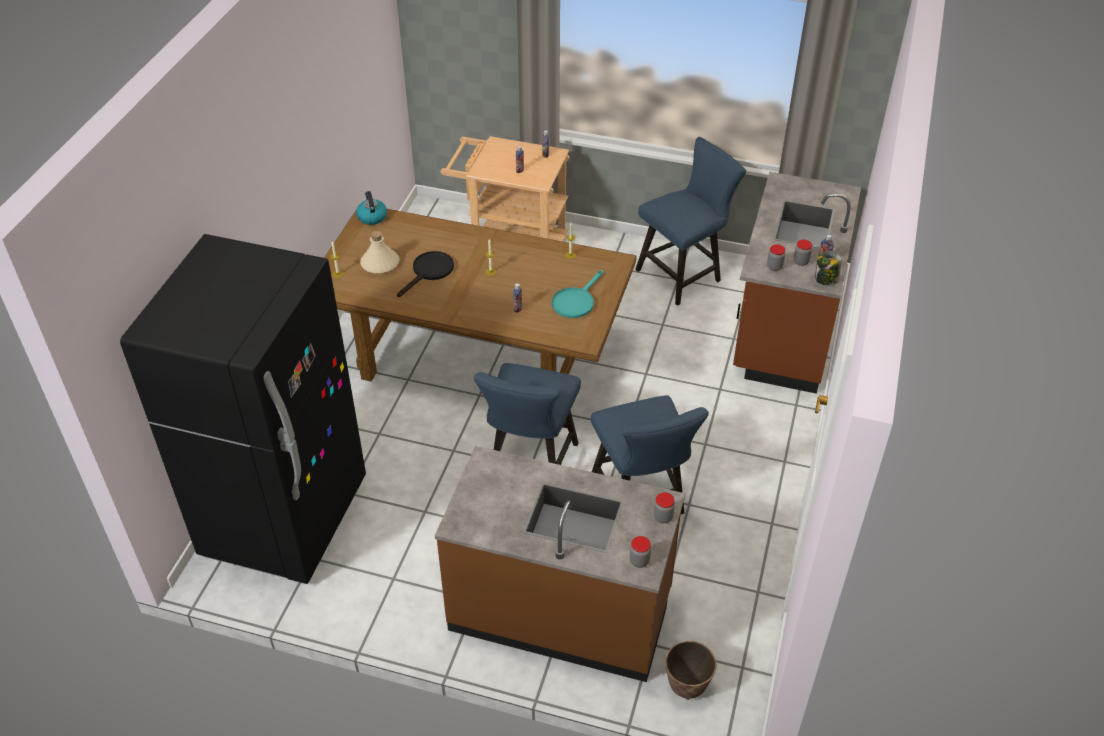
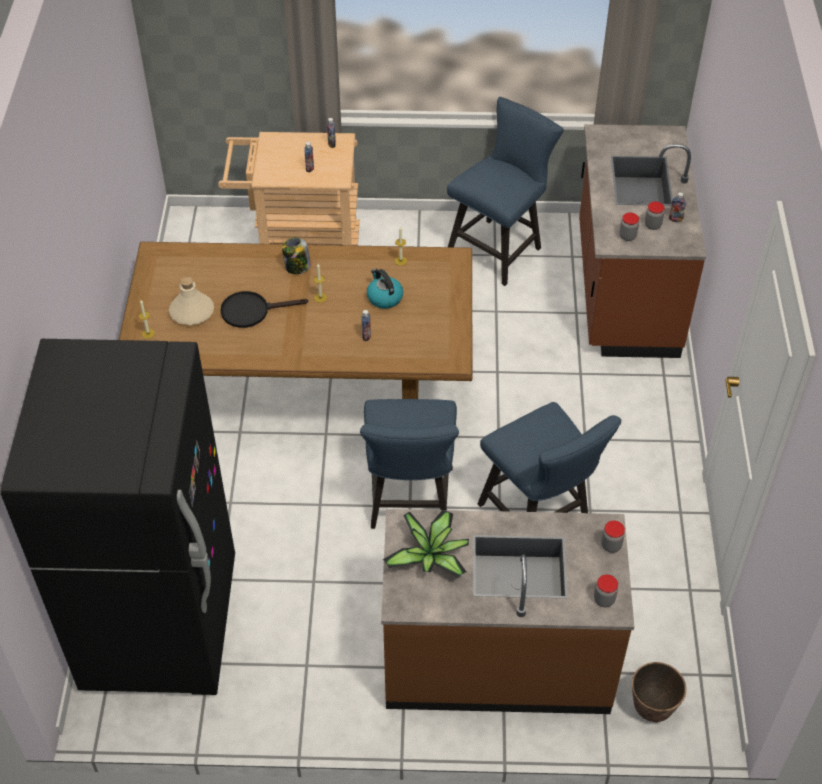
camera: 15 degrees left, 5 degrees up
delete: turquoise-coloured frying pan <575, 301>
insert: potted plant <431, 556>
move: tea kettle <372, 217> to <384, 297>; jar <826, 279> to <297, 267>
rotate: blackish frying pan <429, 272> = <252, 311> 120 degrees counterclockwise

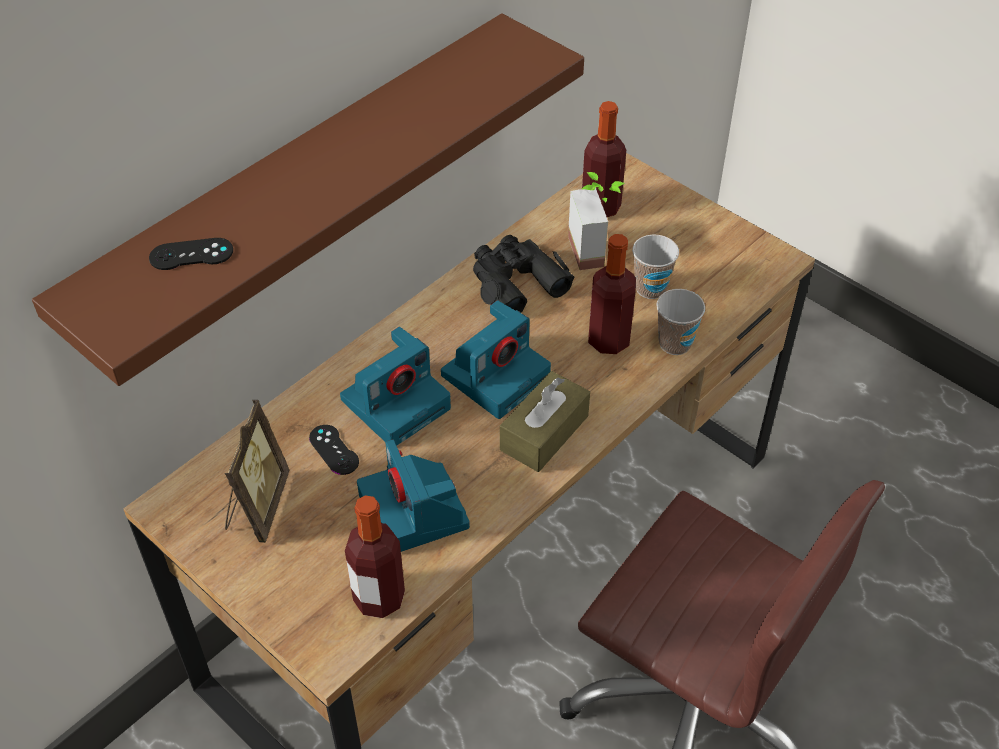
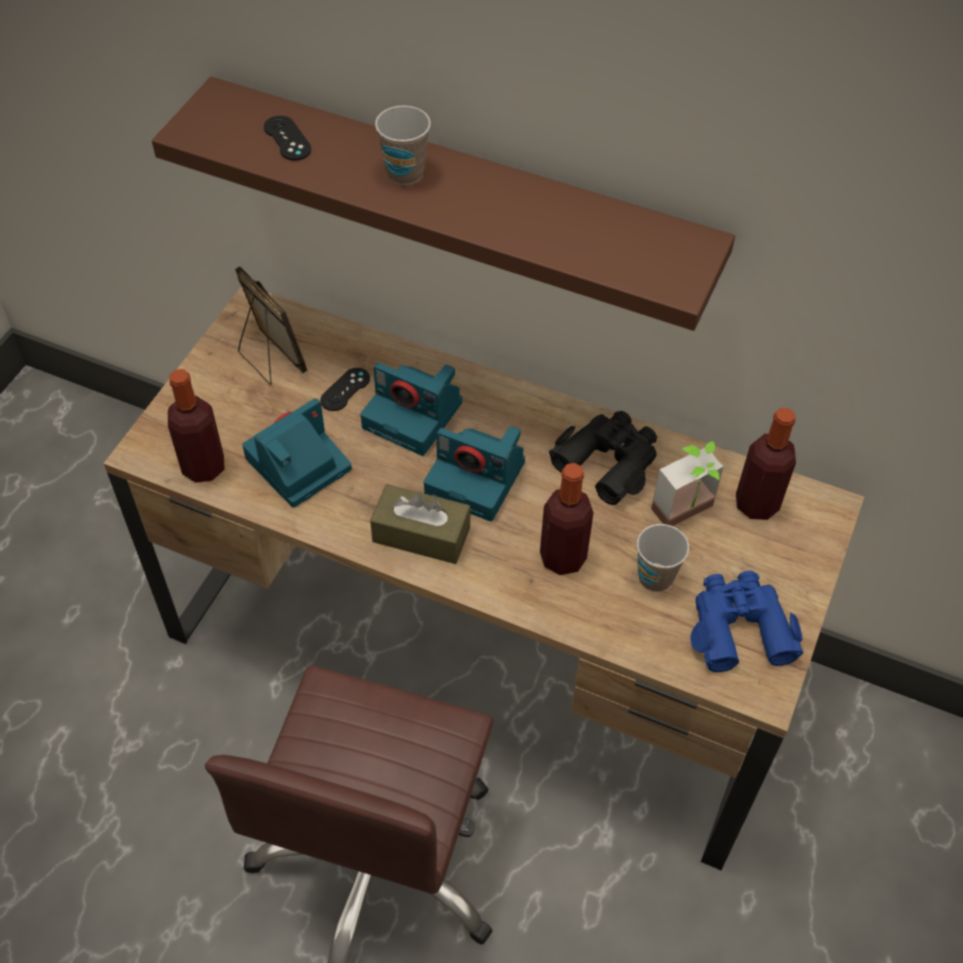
camera: 70 degrees right, 5 degrees up
insert: blue-coloured binoculars <739, 627>
move: drinking cup <675, 343> to <405, 173>
rotate: picture frame <257, 506> = <270, 360> 120 degrees counterclockwise

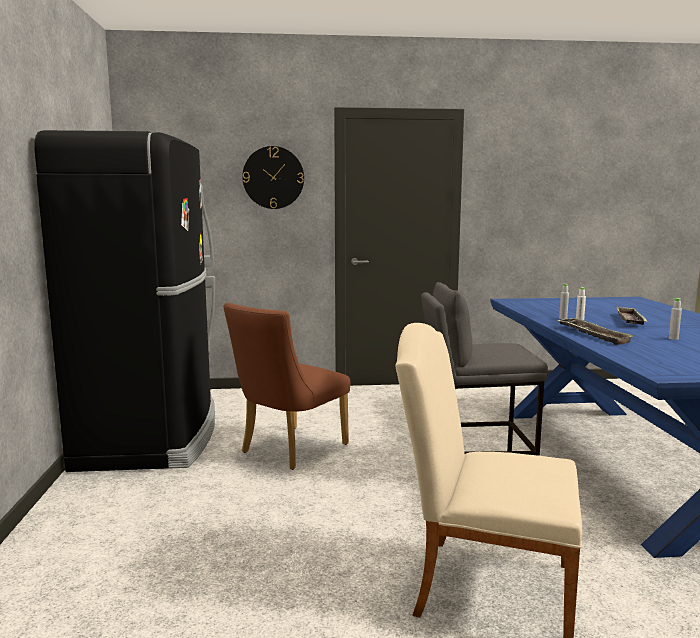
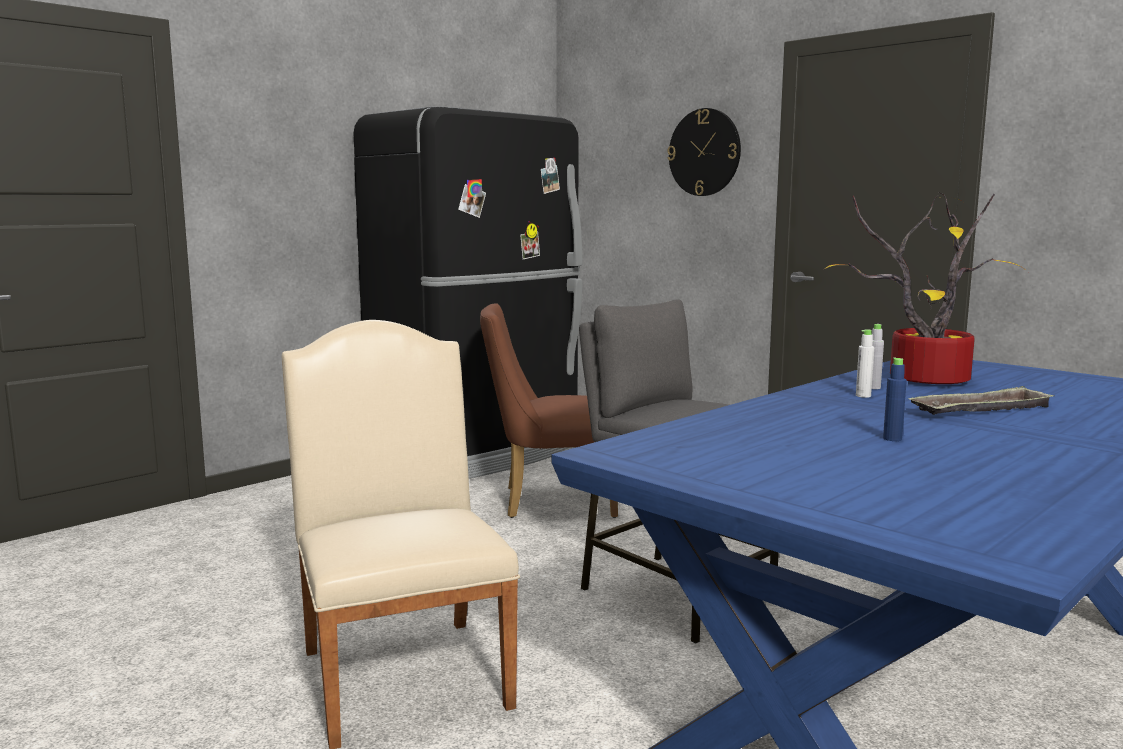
camera: 50 degrees right, 0 degrees up
delete: tray <592, 335>
insert: potted plant <929, 379>
recolor: grey beverage bottle <673, 338> to blue-coloured beverage bottle <892, 439>

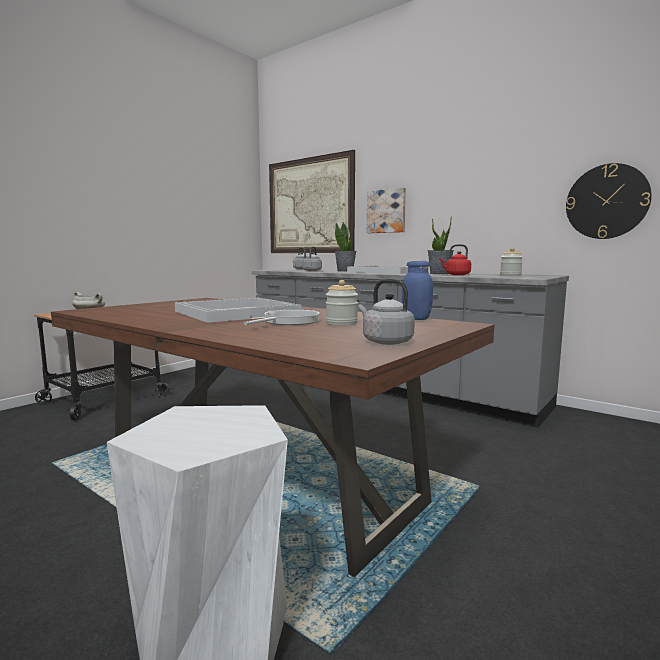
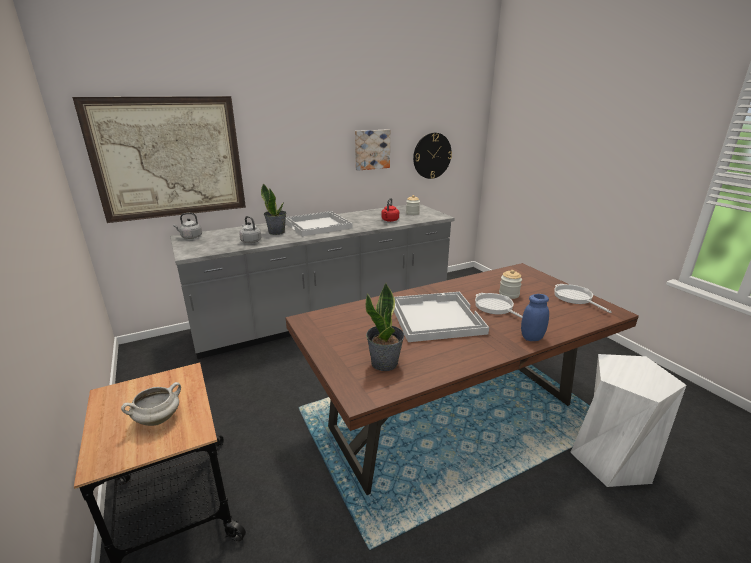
camera: 65 degrees left, 15 degrees up
move: wall art <386, 211> to <371, 149>; blue-coloured jar <416, 319> to <532, 337>; potted plant <439, 273> to <385, 363>
replace: grey tea kettle <385, 342> to frying pan <574, 298>

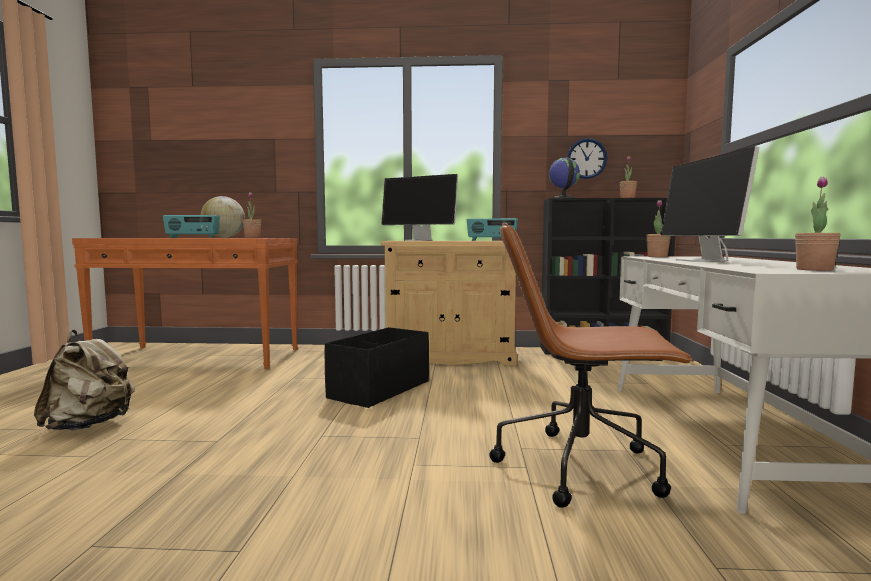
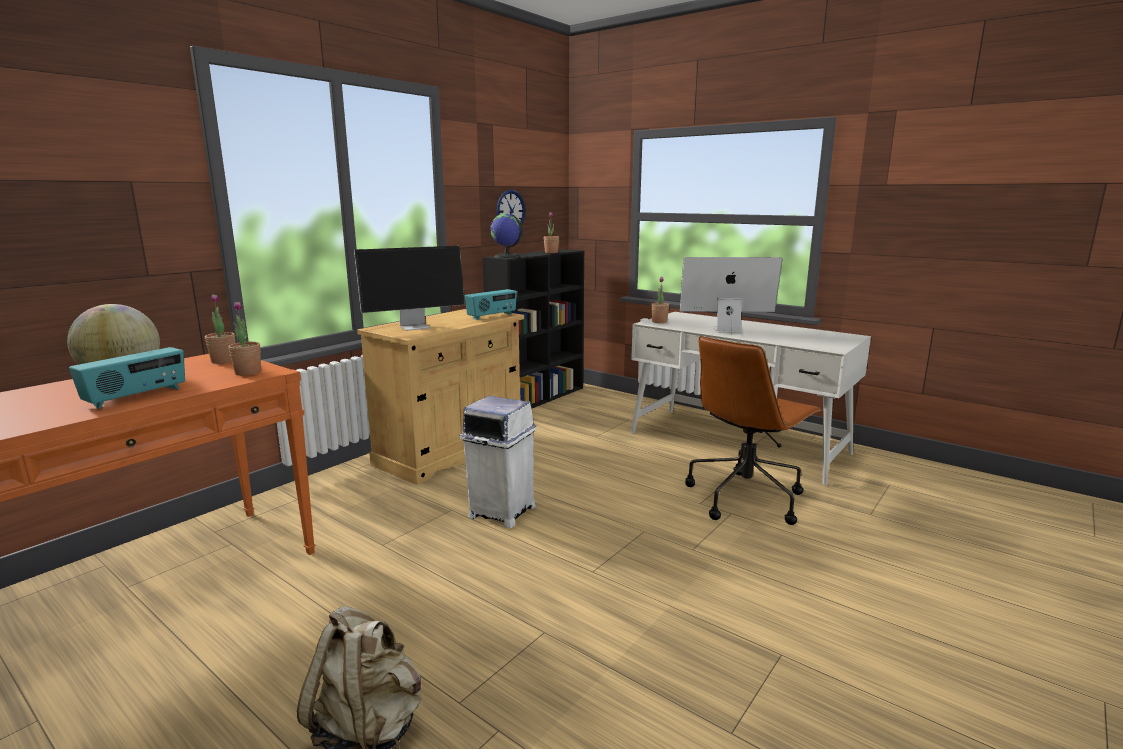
camera: 55 degrees left, 10 degrees up
move: potted plant <814, 269> to <223, 361>
replace: blackish storage container <379, 389> to white waste bin <501, 511>
rotate: computer display <702, 261> = <725, 330> 150 degrees clockwise

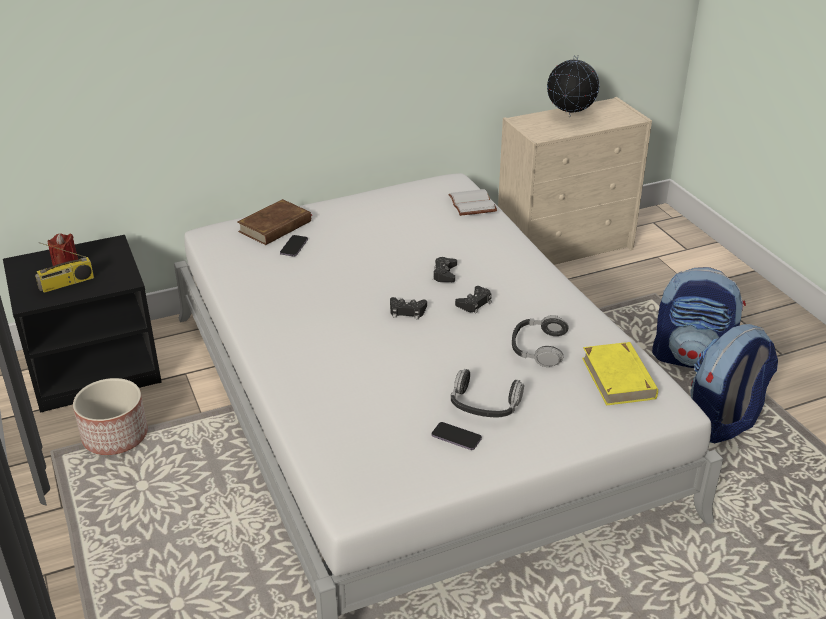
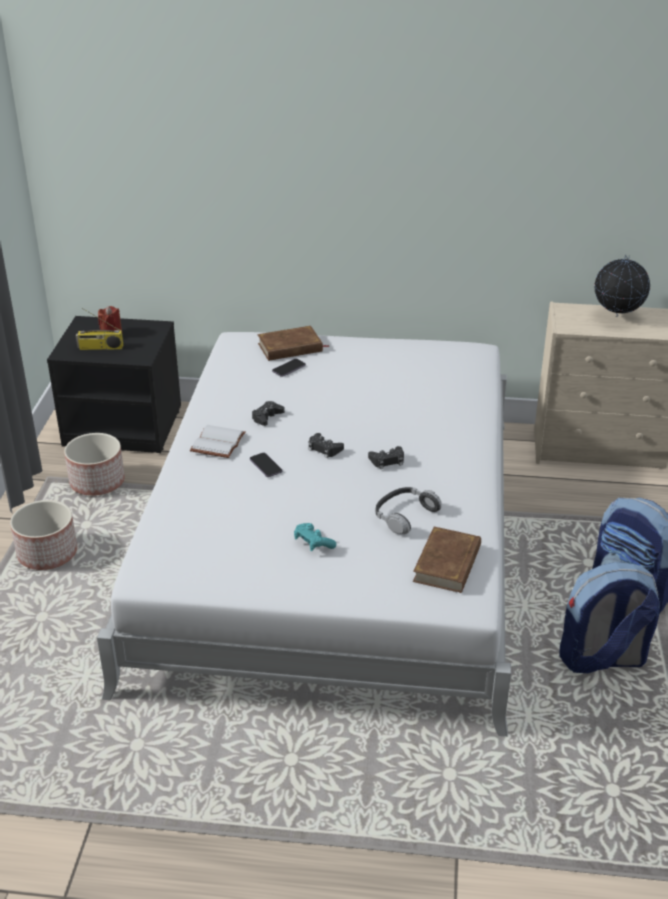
camera: 30 degrees right, 0 degrees up
insert: flower pot <47, 553>
move: phone <456, 437> to <265, 466>; blackish game controller <444, 274> to <267, 417>; white bound book <474, 204> to <219, 443>
replace: pair of headphones <484, 404> to turquoise-coloured game controller <313, 543>
recolor: yellow bound book <618, 378> to brown bound book <448, 564>

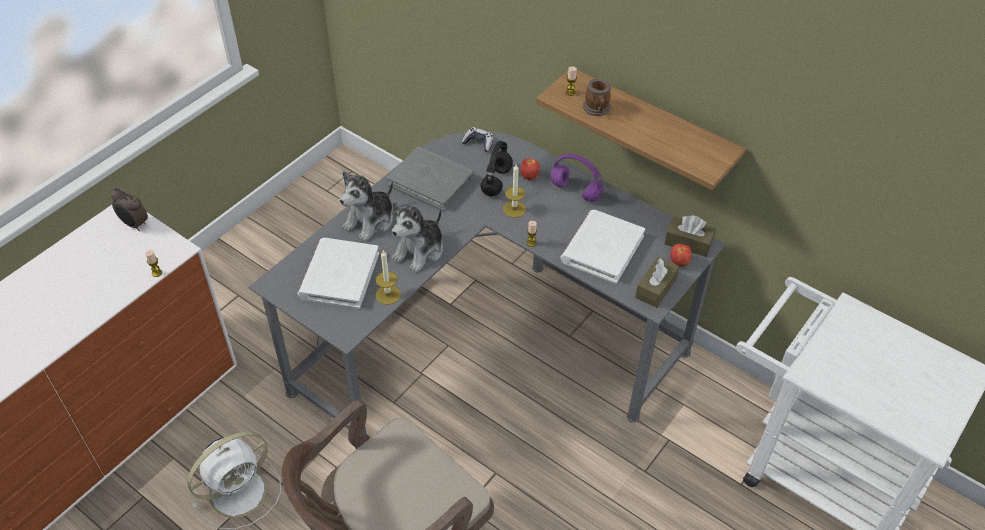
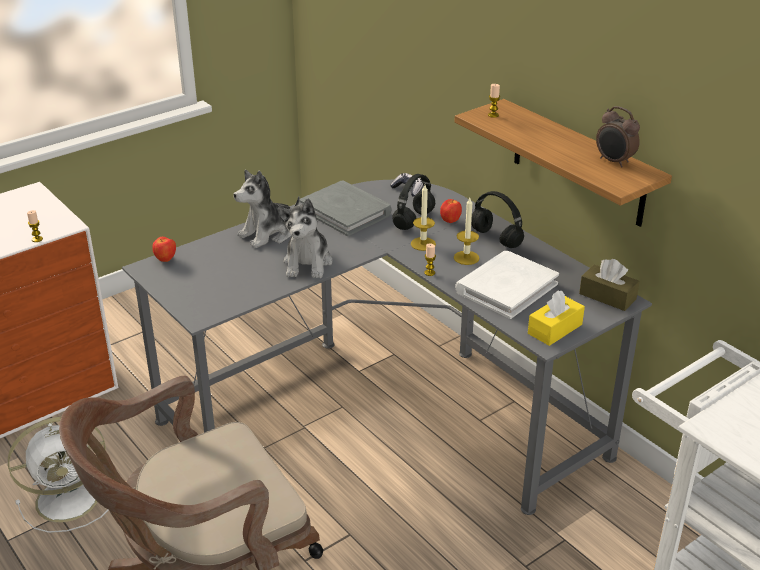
camera: 15 degrees right, 15 degrees down
delete: white bound book <339, 276>; coffee mug <597, 109>
move: table clock <134, 224> to <614, 162>; candle <388, 295> to <466, 258>; apple fruit <679, 263> to <166, 260>
recolor: purplish pair of headphones <574, 191> to blackish pair of headphones <494, 238>; brown tissue holder <656, 288> to yellow tissue holder <555, 329>
rotate: plush toy <420, 251> = <308, 263> 45 degrees counterclockwise

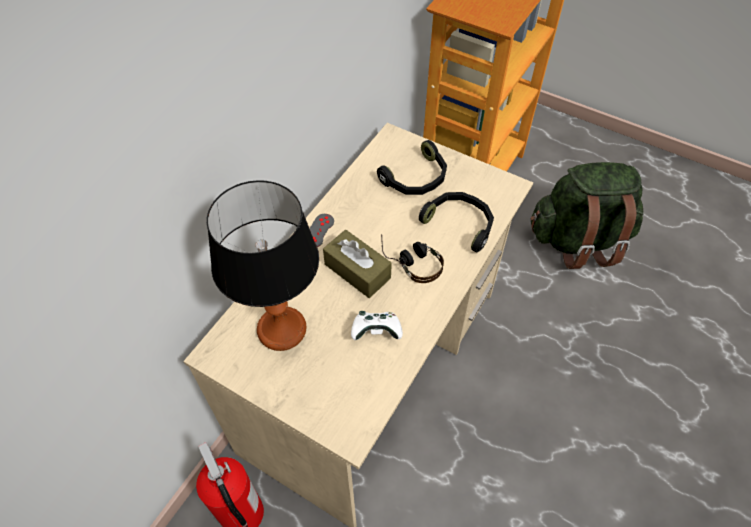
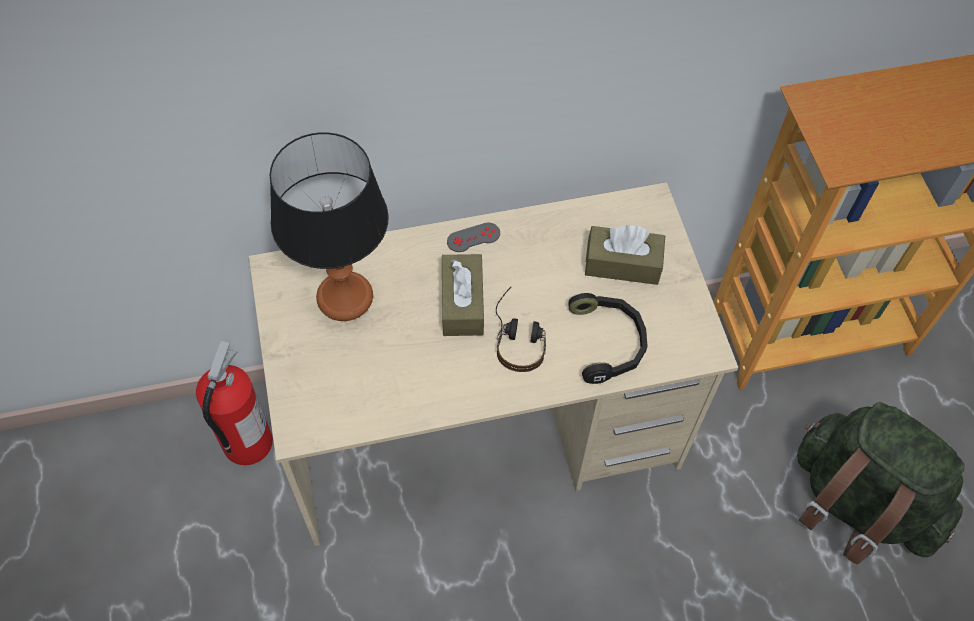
camera: 45 degrees right, 5 degrees up
delete: white game controller <376, 332>
replace: blackish pair of headphones <416, 179> to brown tissue holder <622, 264>

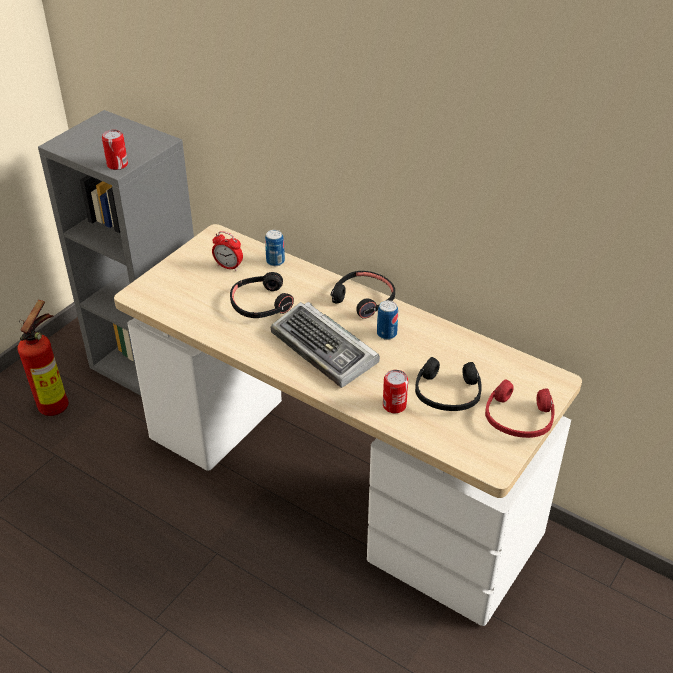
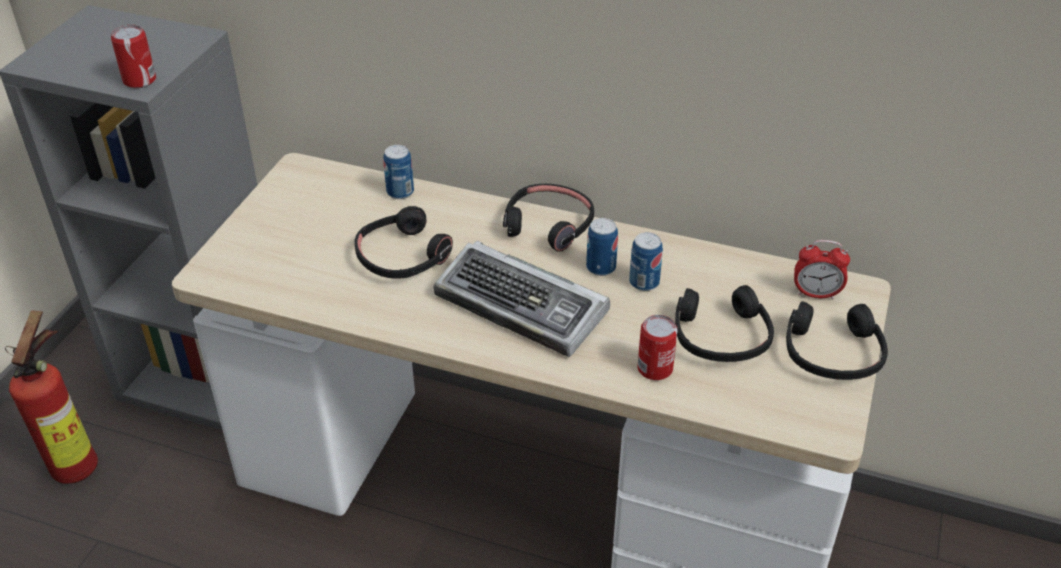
camera: 15 degrees left, 0 degrees up
insert: metal can <644, 282>
move: table clock <228, 266> to <816, 294>
recolor: reddish pair of headphones <518, 418> to blackish pair of headphones <832, 353>

